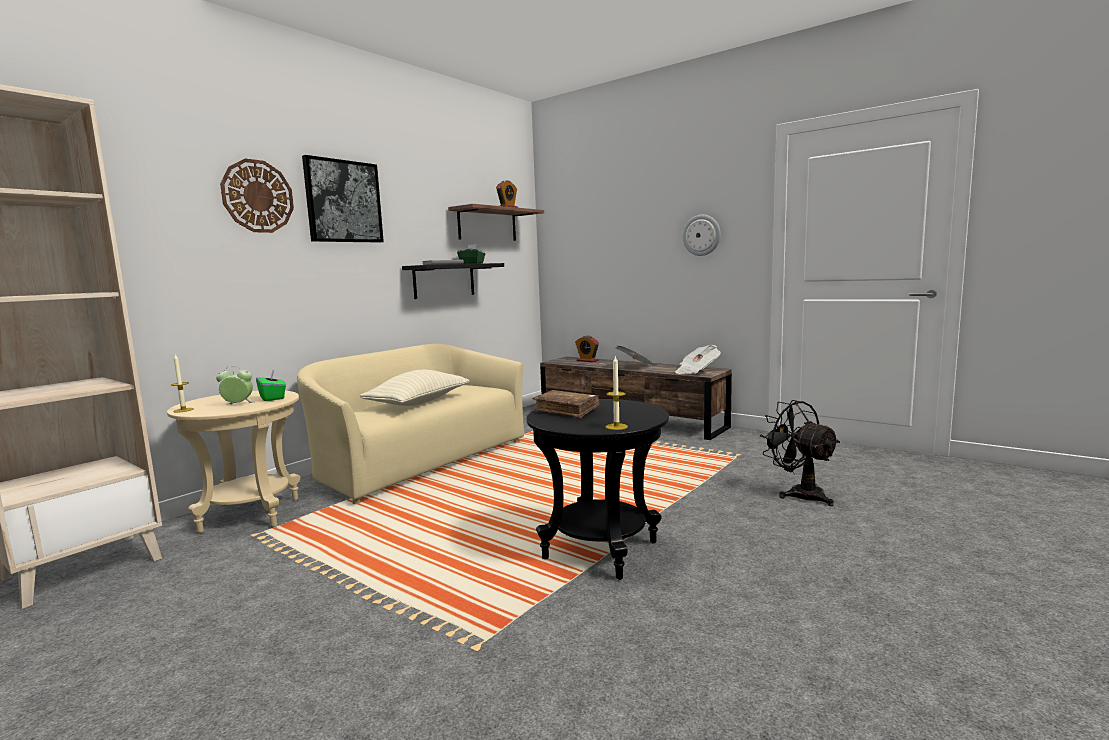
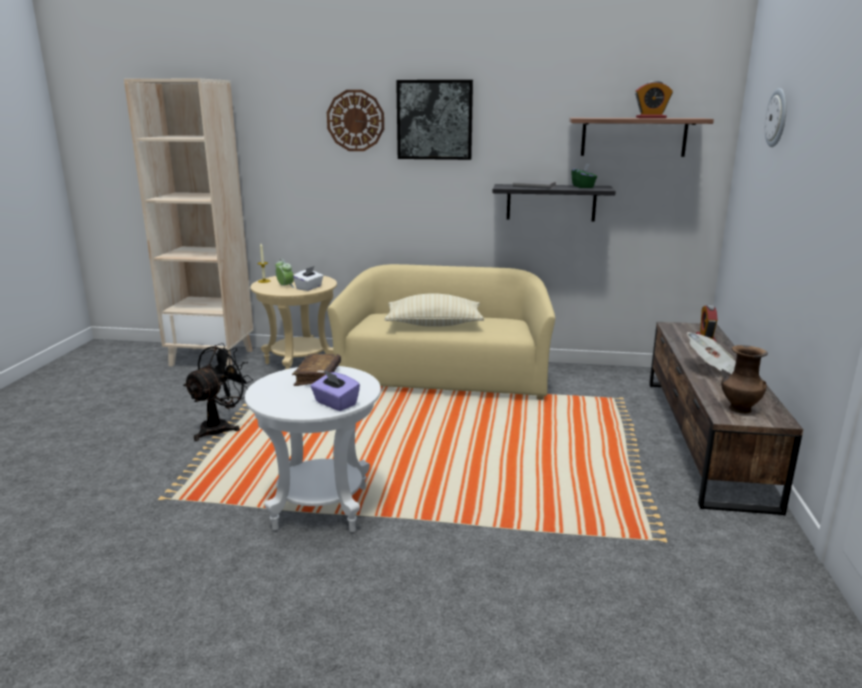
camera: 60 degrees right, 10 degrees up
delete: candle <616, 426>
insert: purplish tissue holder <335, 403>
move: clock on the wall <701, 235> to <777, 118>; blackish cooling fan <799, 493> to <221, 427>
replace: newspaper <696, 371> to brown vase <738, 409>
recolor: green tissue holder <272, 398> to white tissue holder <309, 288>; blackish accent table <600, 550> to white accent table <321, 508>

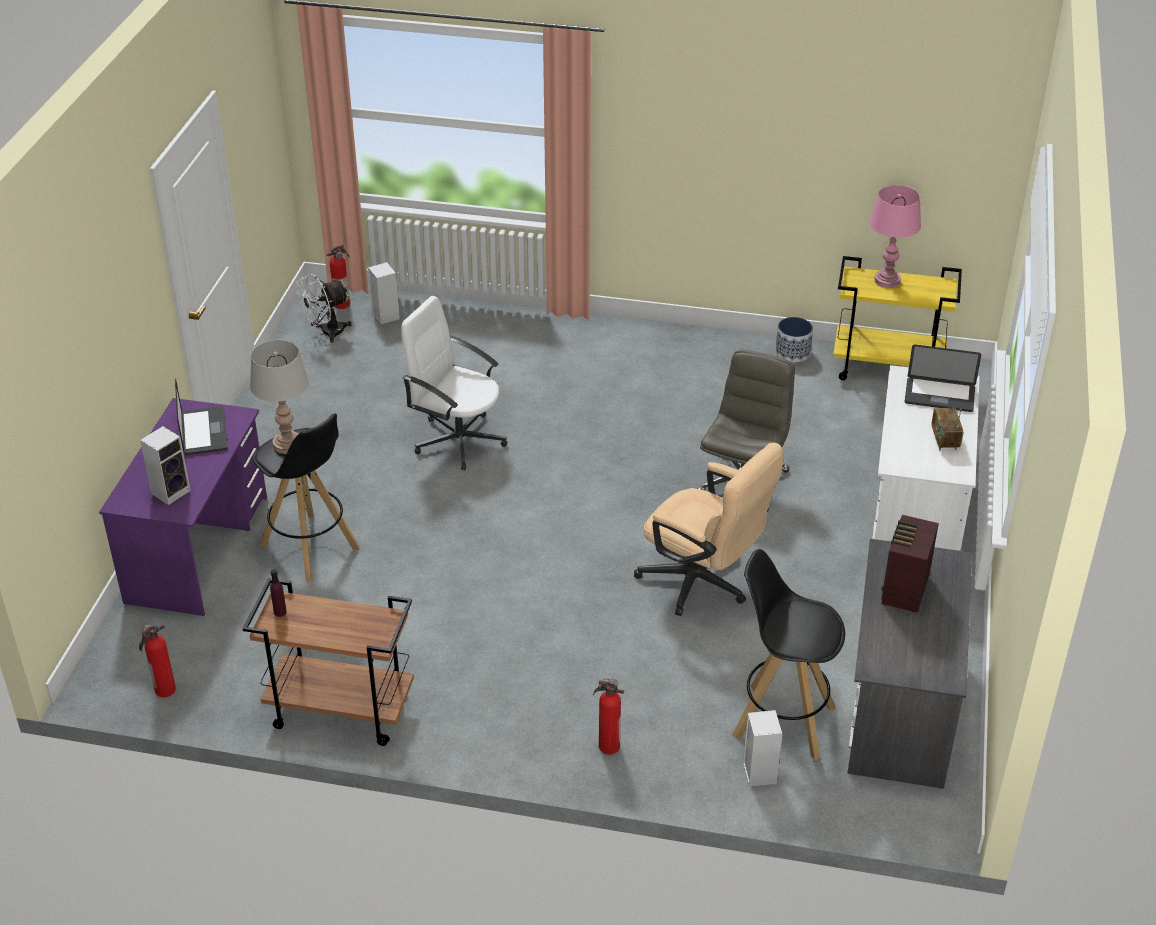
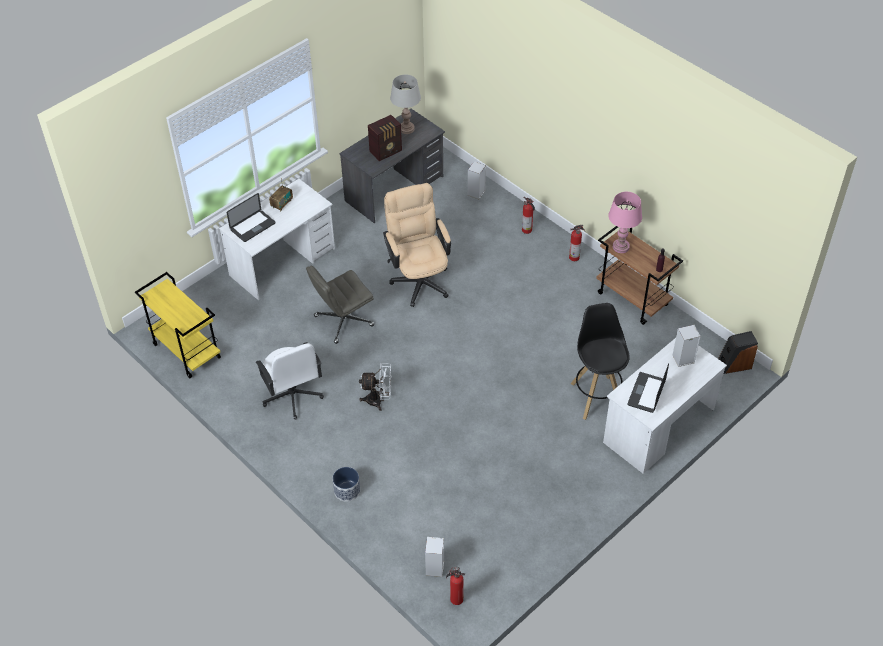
camera: 145 degrees left, 10 degrees up
delete: blackish sitting stool <782, 721>
insert: audio speaker <734, 364>
move: fire-fighting cylinder <164, 690> to <575, 257>; grey lamp for a table <288, 444> to <406, 129>; white cooling fan <327, 333> to <379, 400>; white office chair <458, 439> to <292, 396>; flower pot <793, 353> to <347, 490>; pink-coloured lamp for a table <887, 281> to <620, 247>
recolor: purplish desk unit <198, 549> to white desk unit <658, 426>
rotate: notebook computer <939, 396> = <253, 226> 90 degrees clockwise

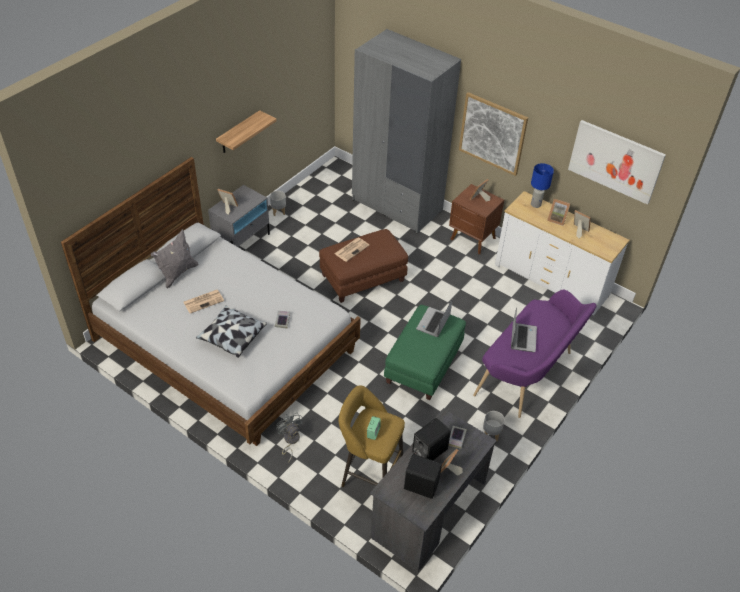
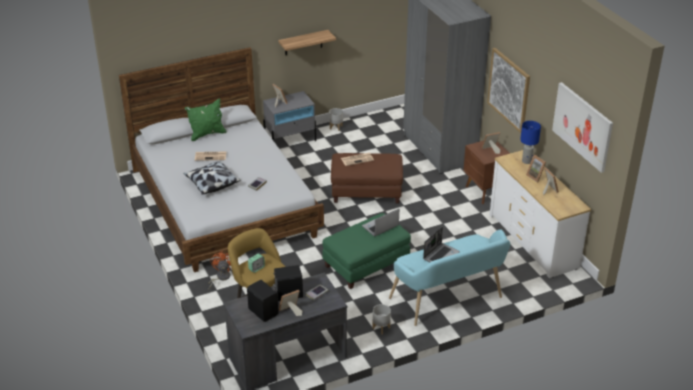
camera: 30 degrees right, 10 degrees down
recolor: grey throw pillow <177, 273> to green throw pillow <207, 134>; grey cooling fan <290, 441> to orange-coloured cooling fan <221, 277>; purplish indoor bench <528, 375> to turquoise-coloured indoor bench <449, 300>

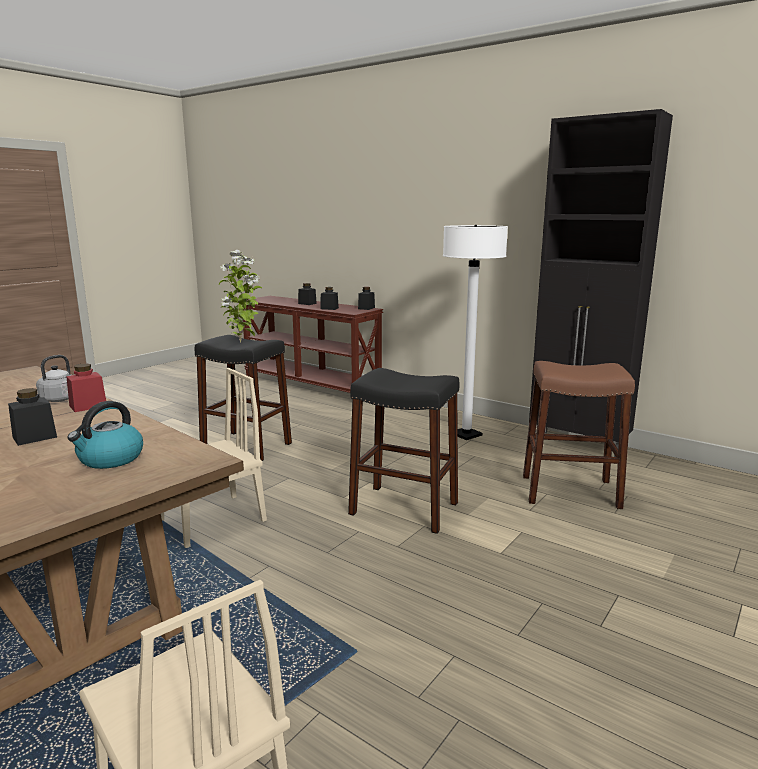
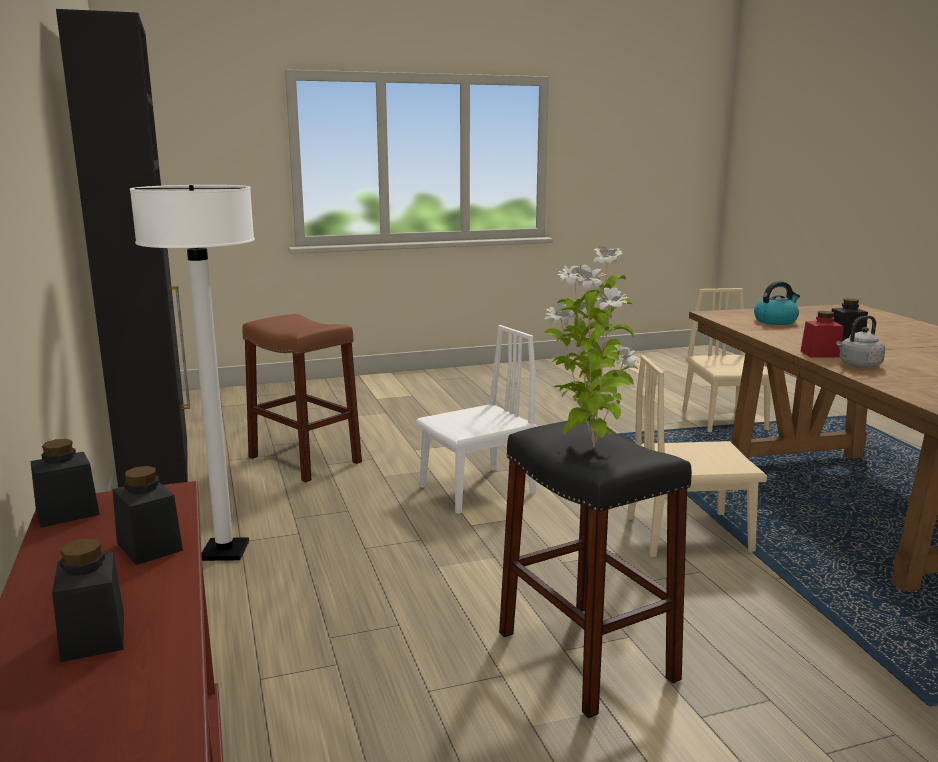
camera: 145 degrees left, 0 degrees up
replace: blackish sitting stool <404, 508> to white upright chair <477, 489>

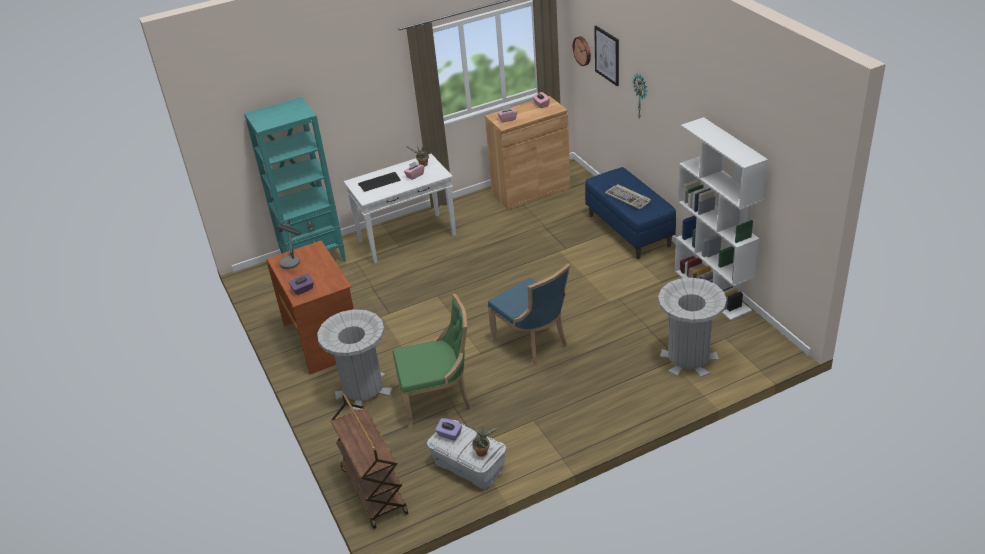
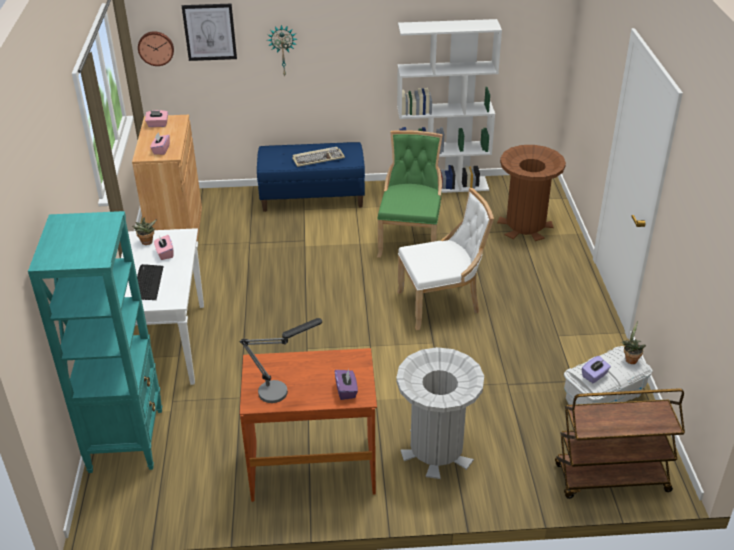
camera: 70 degrees left, 0 degrees up
move: green upright chair <438, 400> to <410, 240>
recolor: blue-coloured upright chair <533, 343> to white upright chair <442, 304>; grey waste bin <688, 359> to brown waste bin <525, 226>

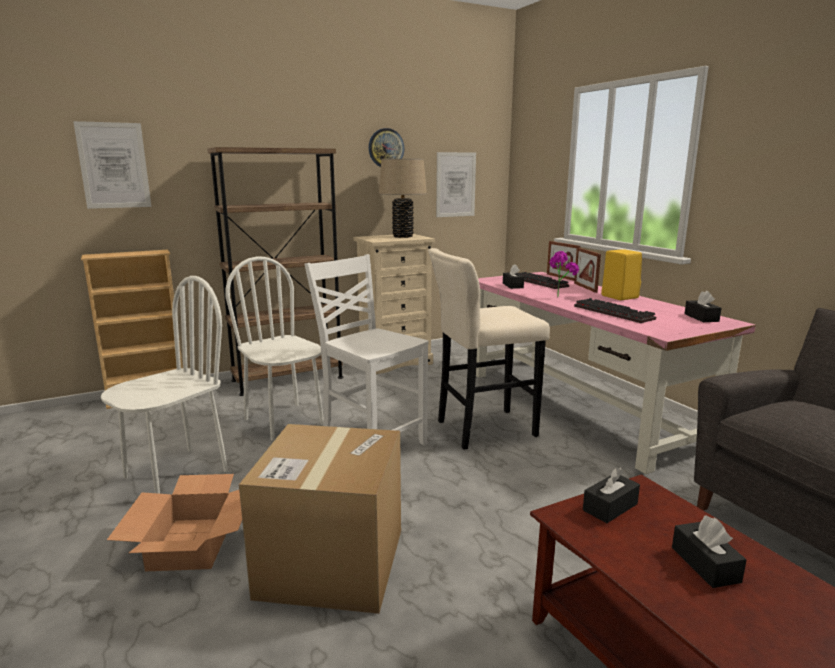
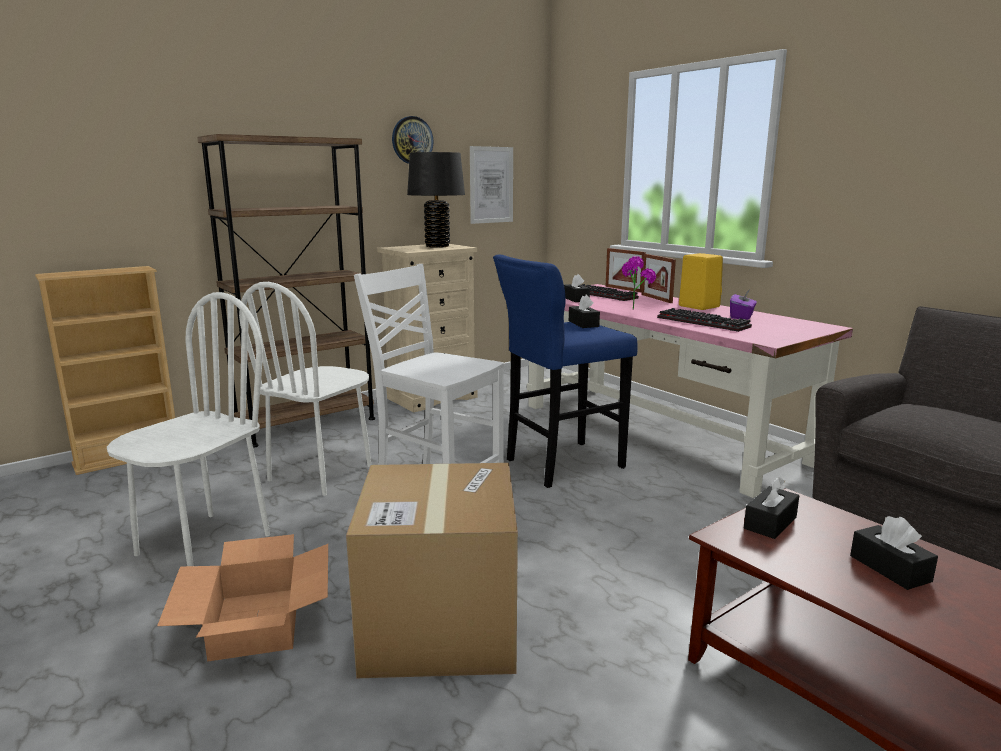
camera: 10 degrees left, 0 degrees up
delete: wall art <114, 165>
insert: purplish tissue holder <742, 317>
move: blackish tissue holder <701, 317> to <583, 324>
recolor: beige-coloured lamp for a table <403, 236> to blackish lamp for a table <437, 246>; beige-coloured sitting stool <481, 429> to blue-coloured sitting stool <559, 465>
rotate: white upright chair <284, 421> = <321, 473> 105 degrees counterclockwise

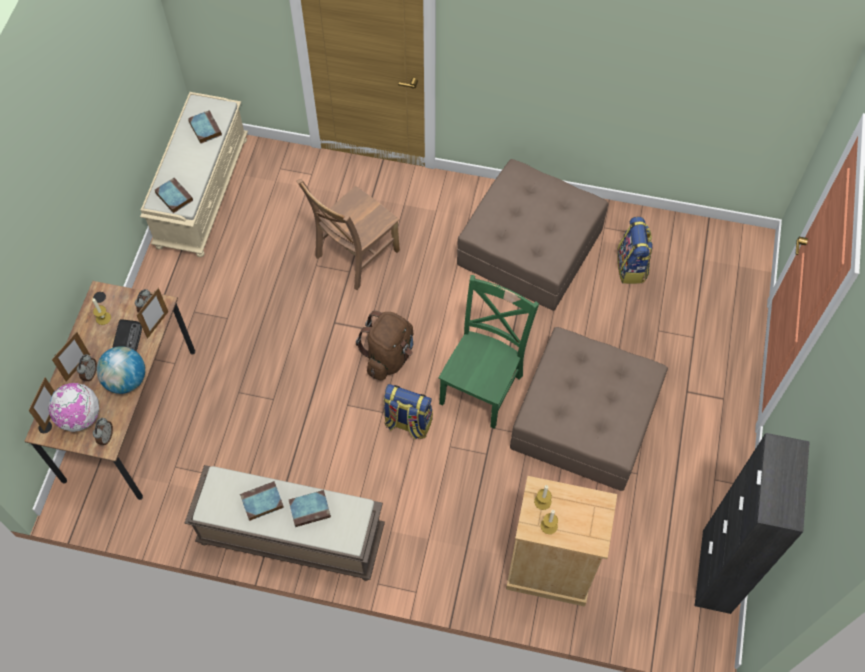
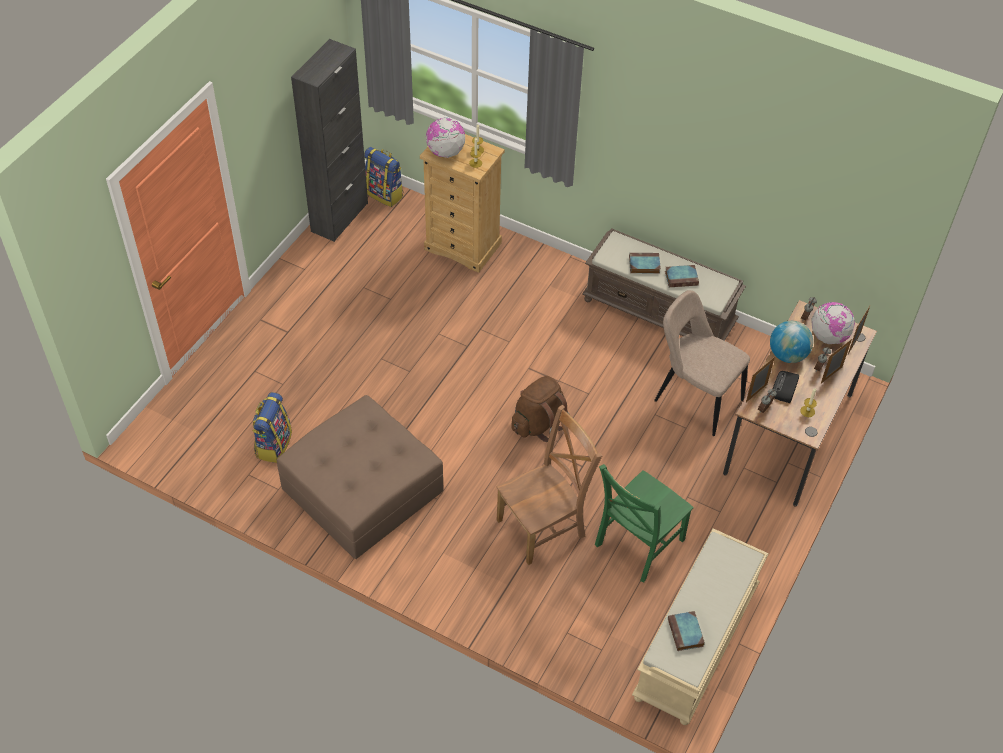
camera: 165 degrees left, 10 degrees down
delete: bound book <173, 196>; brown ottoman <586, 419>
insert: world globe <445, 152>; beige-coloured upright chair <694, 398>
move: backpack <407, 423> to <385, 194>; green upright chair <483, 386> to <637, 544>

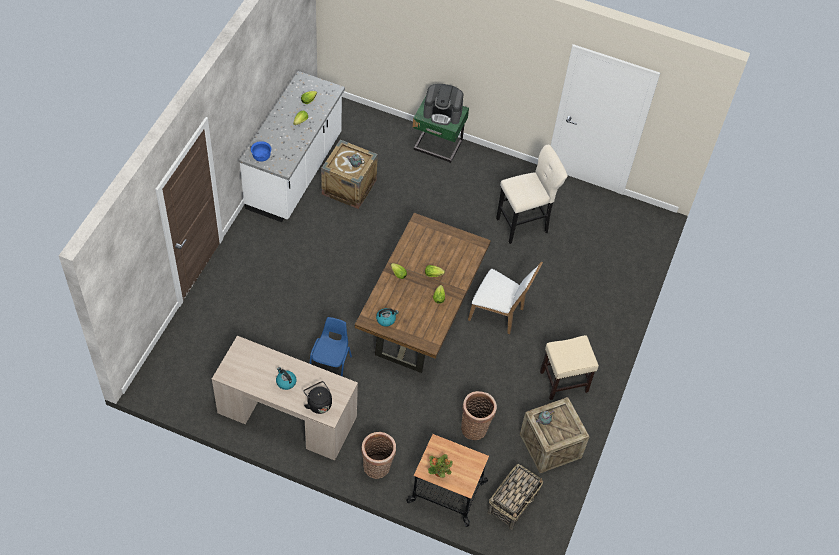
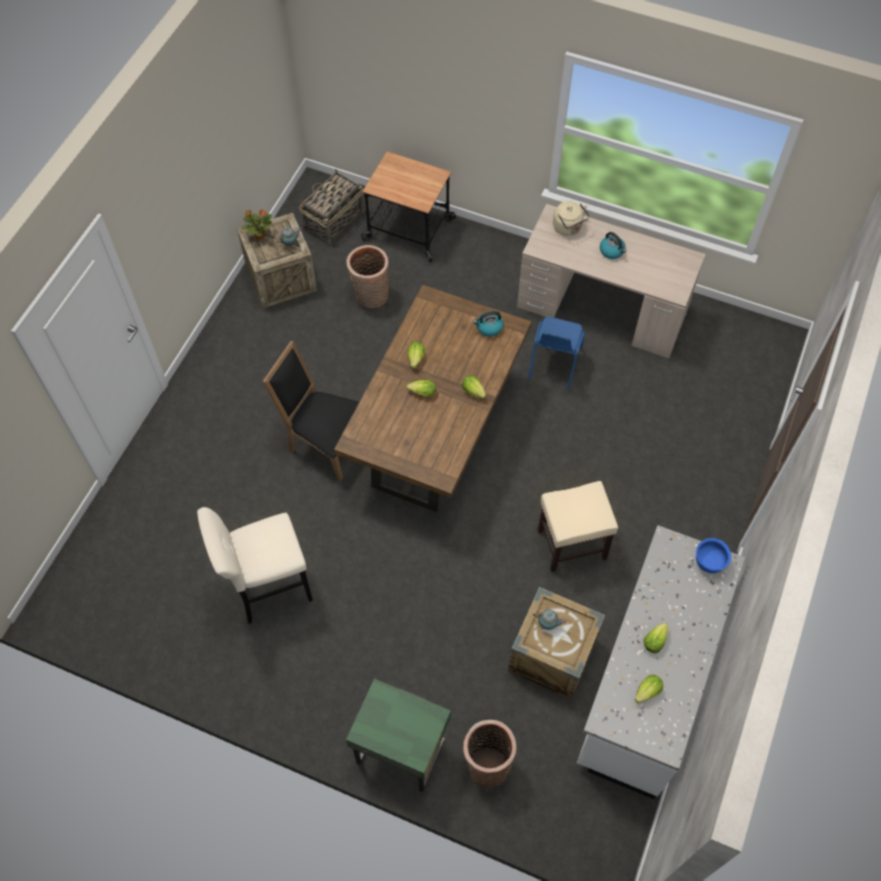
camera: 175 degrees left, 5 degrees up
delete: coffee maker <443, 113>
move: household basket <377, 468> to <487, 764>; potted plant <439, 473> to <259, 235>; beige-coloured sitting stool <564, 381> to <571, 545>
recolor: blackish tea kettle <318, 403> to beige-coloured tea kettle <568, 228>; white upright chair <499, 314> to blackish upright chair <324, 442>

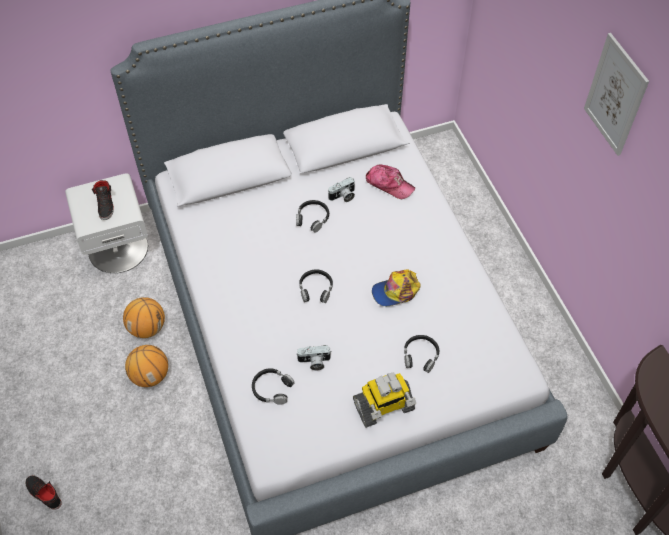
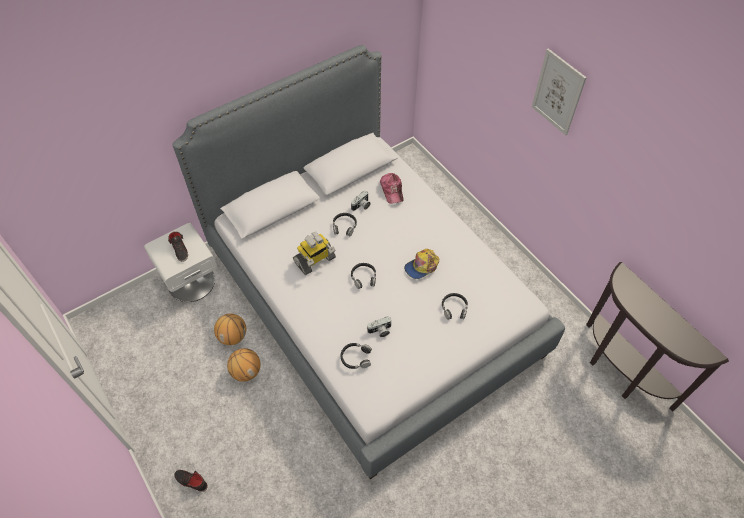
camera: 15 degrees left, 0 degrees up
move: model robot <383, 407> to <315, 260>
rotate: cap <389, 184> = <392, 190> 60 degrees clockwise

